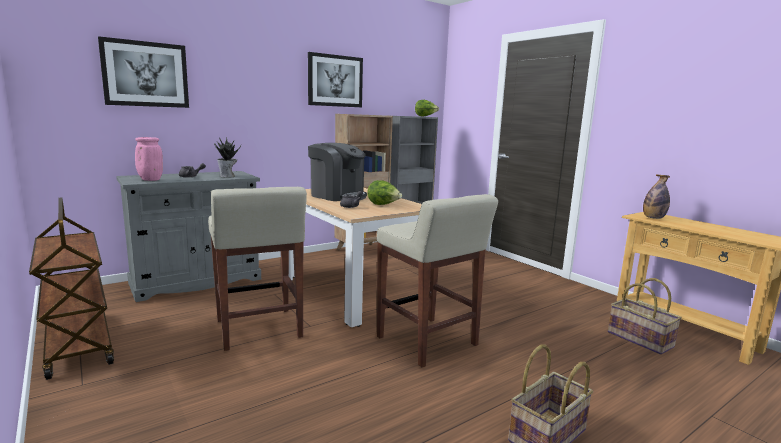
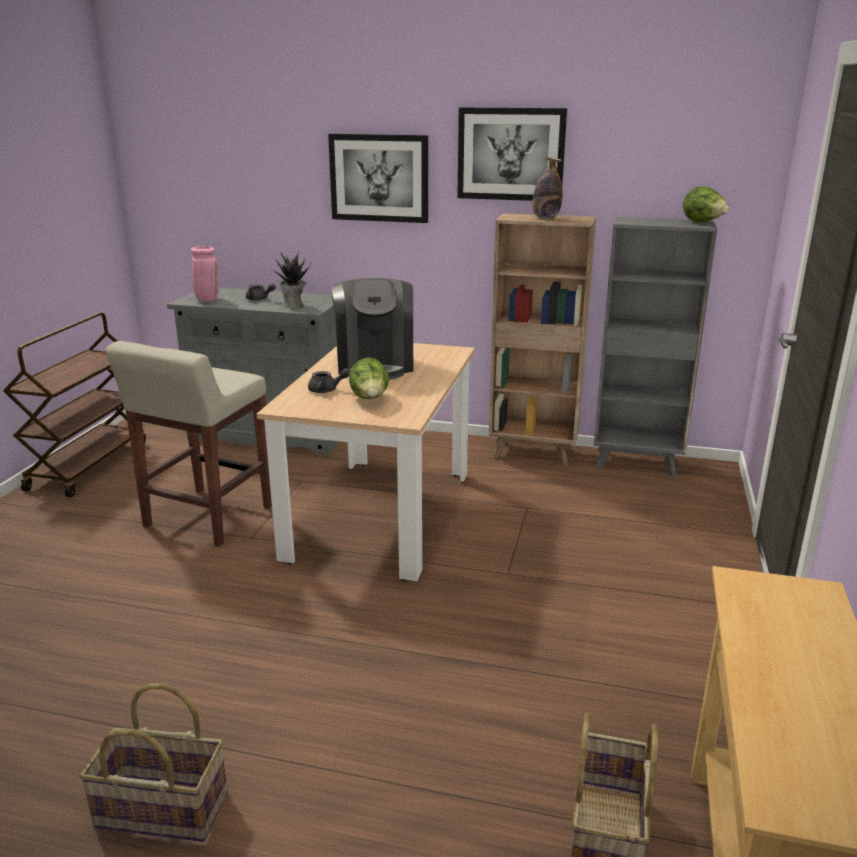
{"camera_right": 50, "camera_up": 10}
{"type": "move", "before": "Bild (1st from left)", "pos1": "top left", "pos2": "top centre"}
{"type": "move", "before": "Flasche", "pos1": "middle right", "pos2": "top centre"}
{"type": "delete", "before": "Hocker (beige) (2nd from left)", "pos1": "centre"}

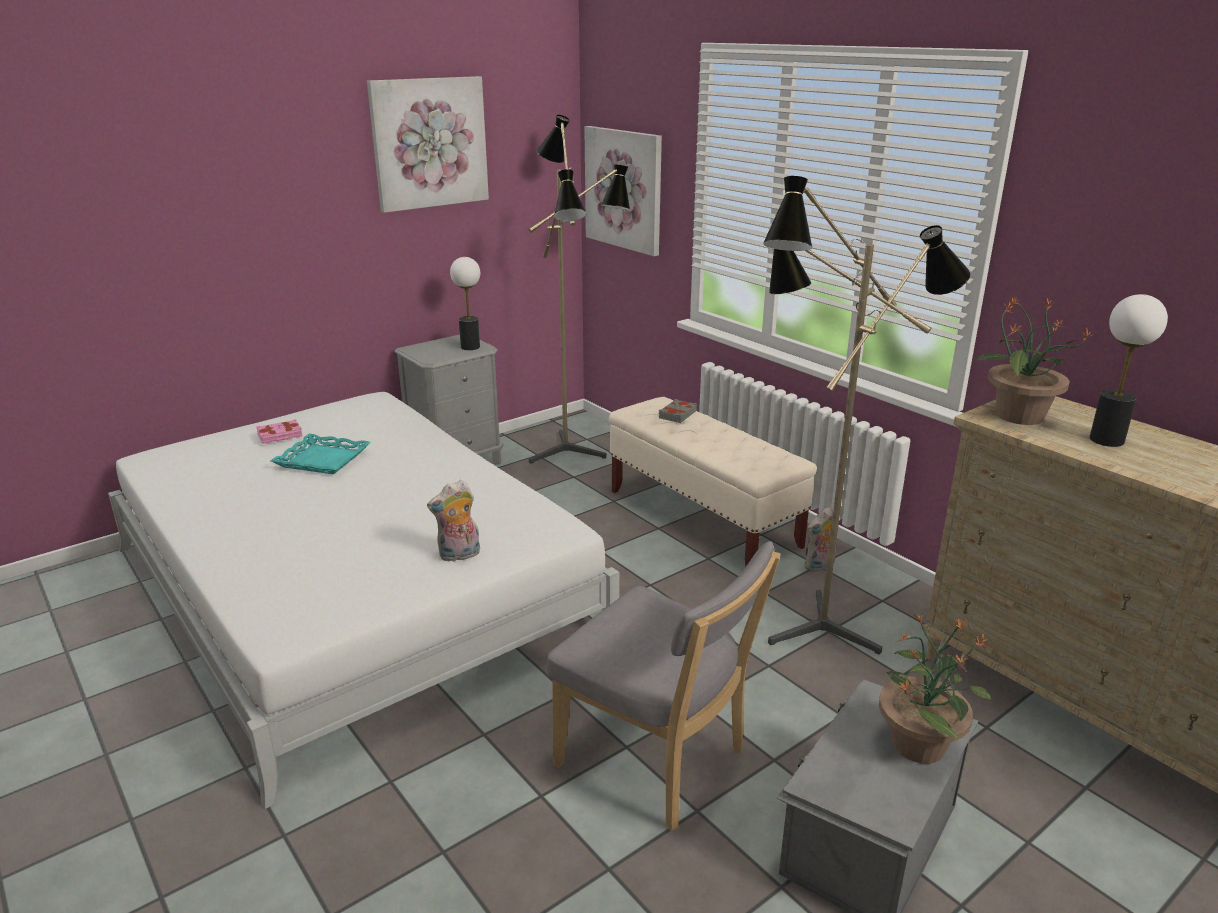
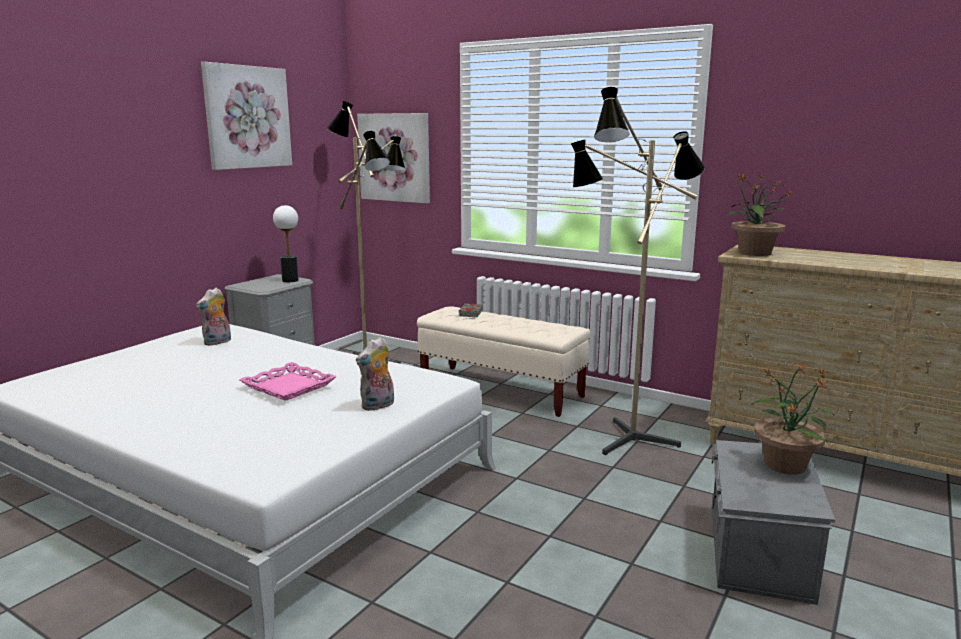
{"camera_right": -20, "camera_up": -10}
{"type": "delete", "before": "Tischlampe (2nd from left)", "pos1": "middle right"}
{"type": "delete", "before": "Buch (rosa)", "pos1": "middle left"}
{"type": "delete", "before": "Tablett (türkis)", "pos1": "middle left"}
{"type": "move", "before": "Plüschtier (2nd from left in the first image)", "after": "Plüschtier (1st from left)", "pos1": "middle right", "pos2": "middle left"}
{"type": "delete", "before": "Stuhl (grau)", "pos1": "bottom centre"}
{"type": "insert", "after": "Tablett (rosa)", "pos2": "middle left"}

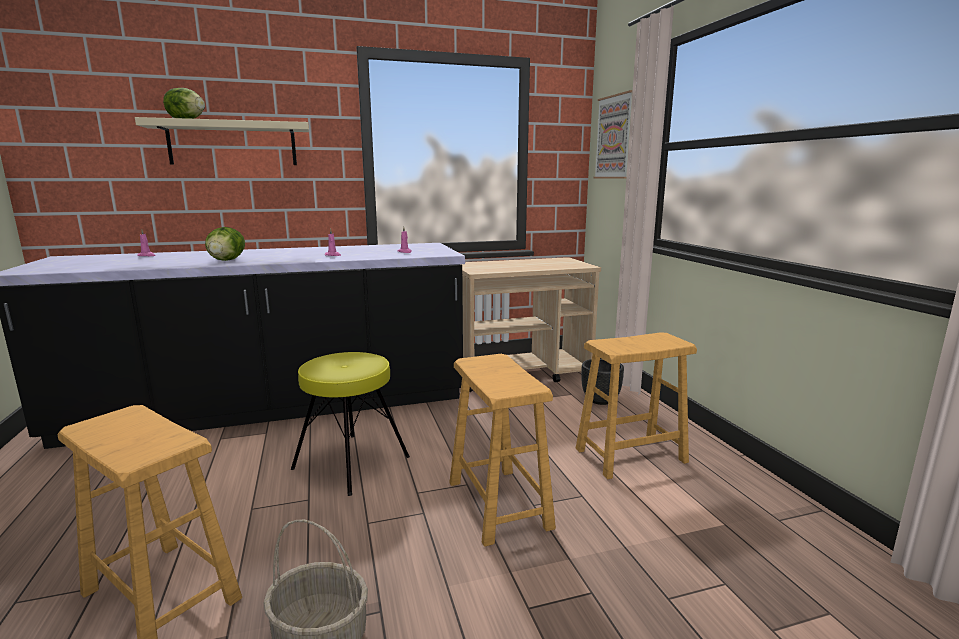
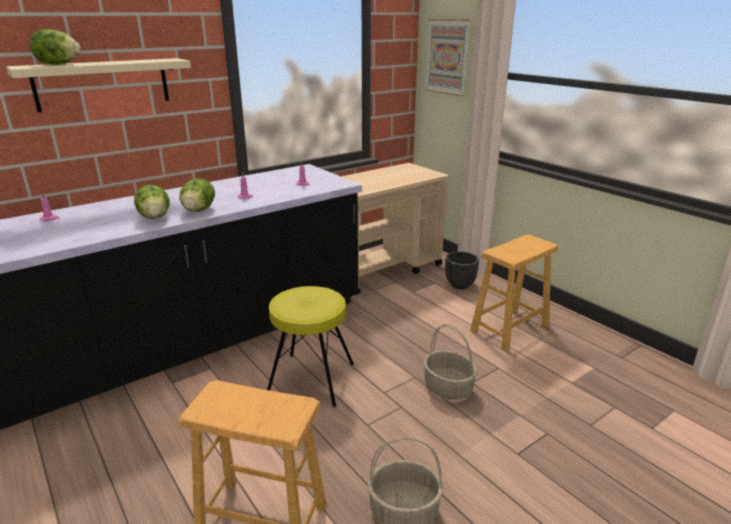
{"camera_right": -20, "camera_up": 10}
{"type": "replace", "before": "Hocker (braun) (2nd from left)", "after": "Korb (2nd from left)", "pos1": "bottom centre", "pos2": "bottom centre"}
{"type": "insert", "after": "Salatkopf (3rd from left)", "pos2": "middle left"}

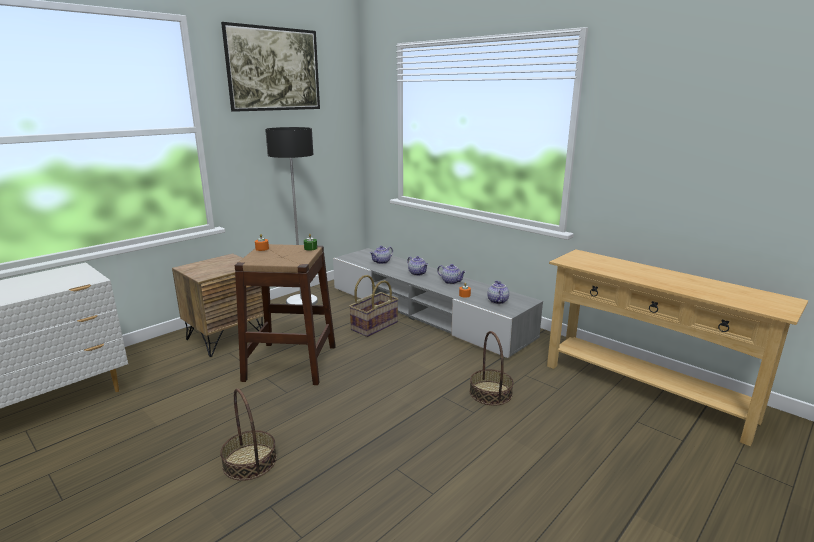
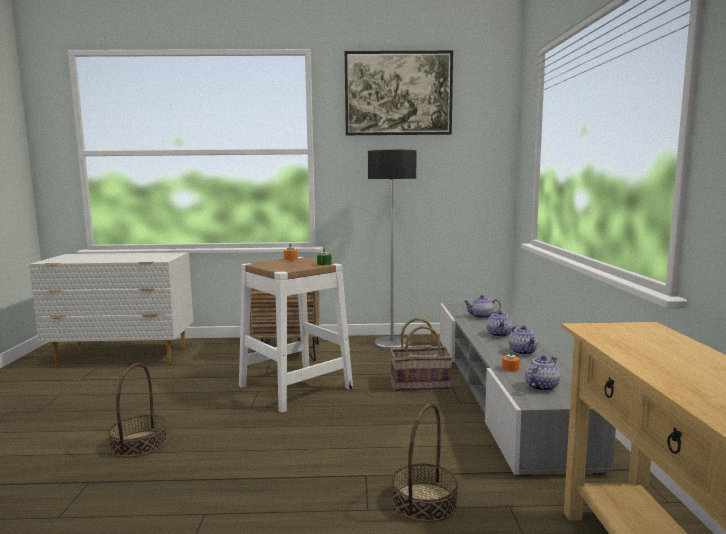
{"camera_right": 45, "camera_up": -10}
{"type": "recolor", "before": "Hocker (braun)", "after": "Hocker (weiß)", "pos1": "centre", "pos2": "centre"}

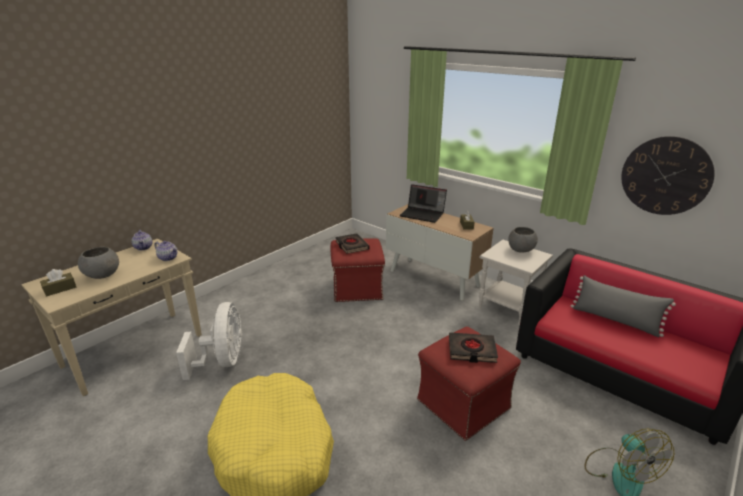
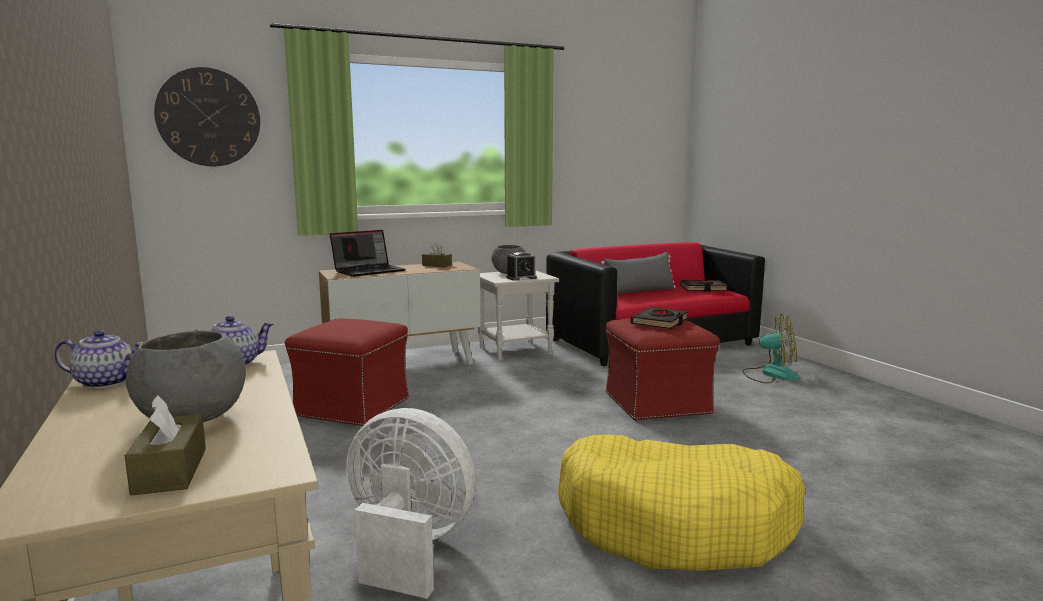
{"camera_right": -65, "camera_up": -15}
{"type": "move", "before": "Wanduhr", "pos1": "middle right", "pos2": "top left"}
{"type": "move", "before": "Buch (schwarz) (1st from left in the first image)", "after": "Buch (schwarz) (2nd from left)", "pos1": "centre", "pos2": "middle right"}
{"type": "insert", "after": "Wecker", "pos2": "centre"}

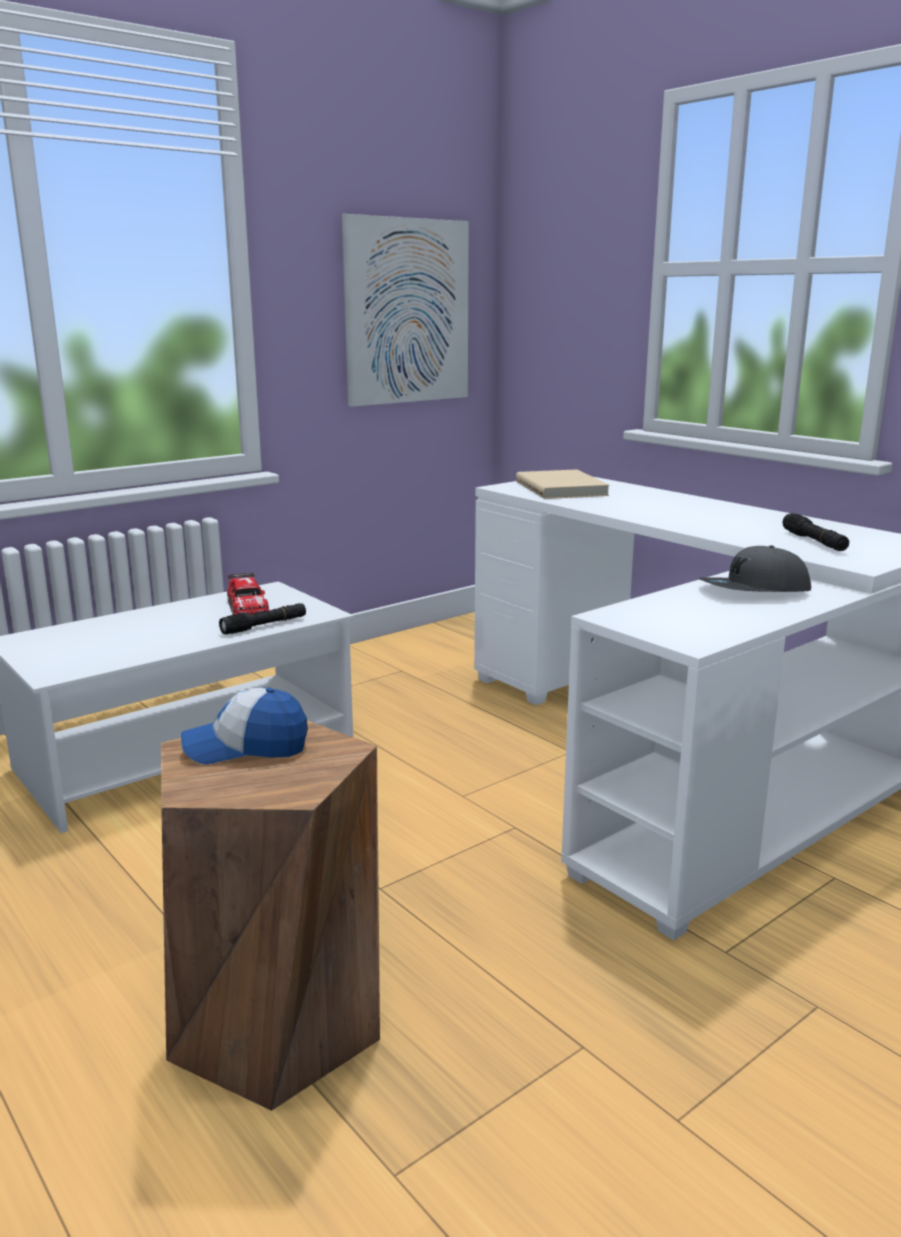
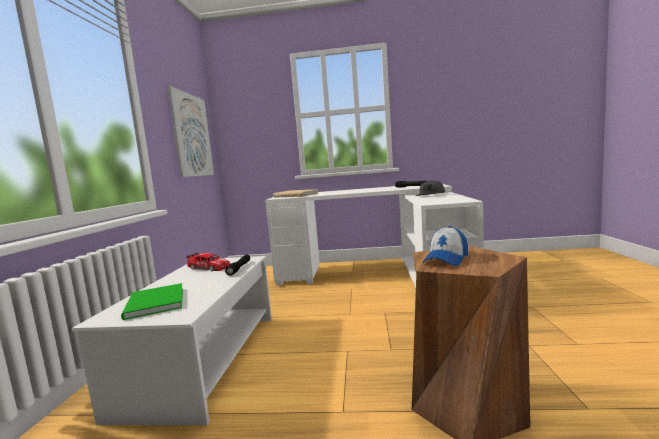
{"camera_right": -45, "camera_up": -10}
{"type": "insert", "after": "Buch (grün)", "pos2": "bottom left"}

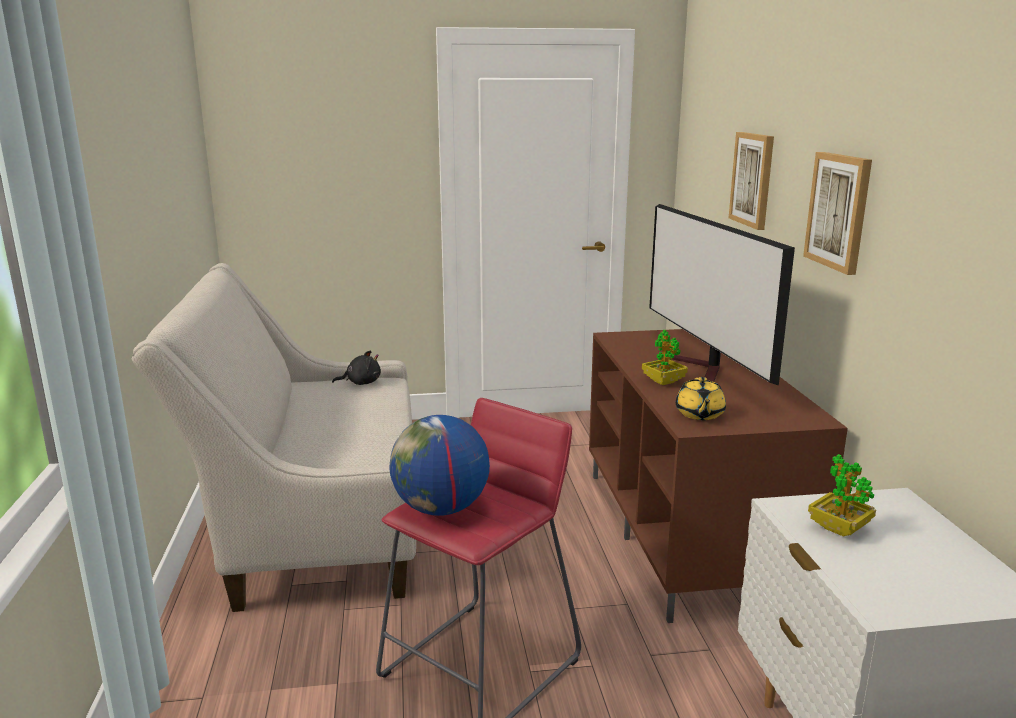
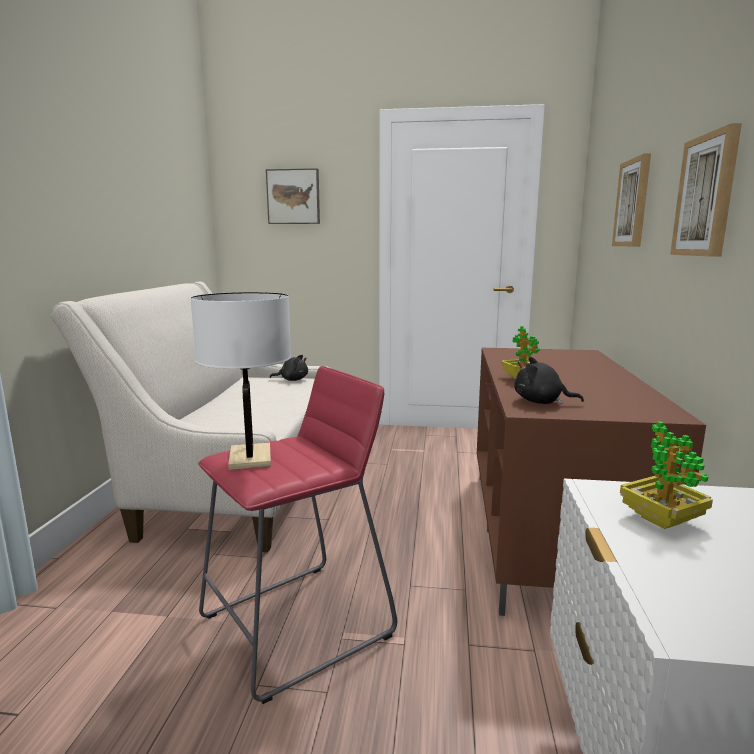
{"camera_right": 15, "camera_up": -5}
{"type": "delete", "before": "Fernseher", "pos1": "middle right"}
{"type": "replace", "before": "Teekanne (gelb)", "after": "Plüschtier (schwarz) (2nd from left)", "pos1": "middle right", "pos2": "middle right"}
{"type": "replace", "before": "Globus", "after": "Tischlampe (weiß)", "pos1": "centre", "pos2": "middle left"}
{"type": "insert", "after": "Bild (1st from left)", "pos2": "top centre"}

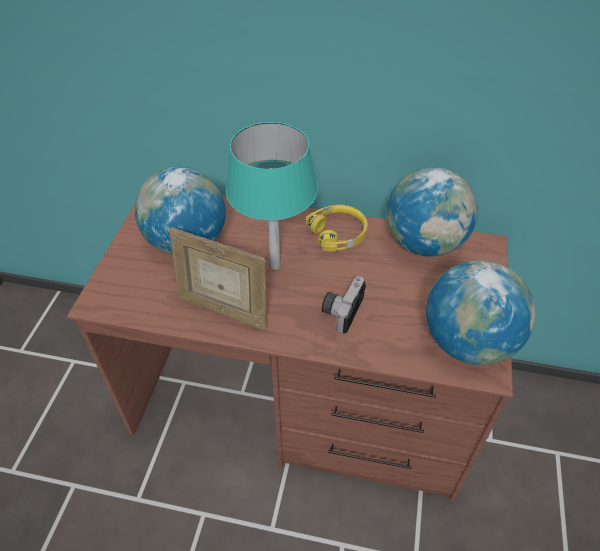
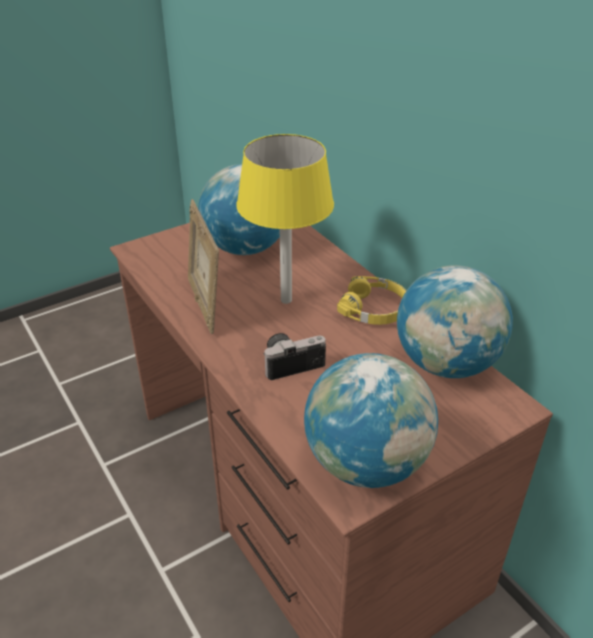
{"camera_right": 45, "camera_up": -10}
{"type": "recolor", "before": "Tischlampe (türkis)", "after": "Tischlampe (gelb)", "pos1": "centre", "pos2": "centre"}

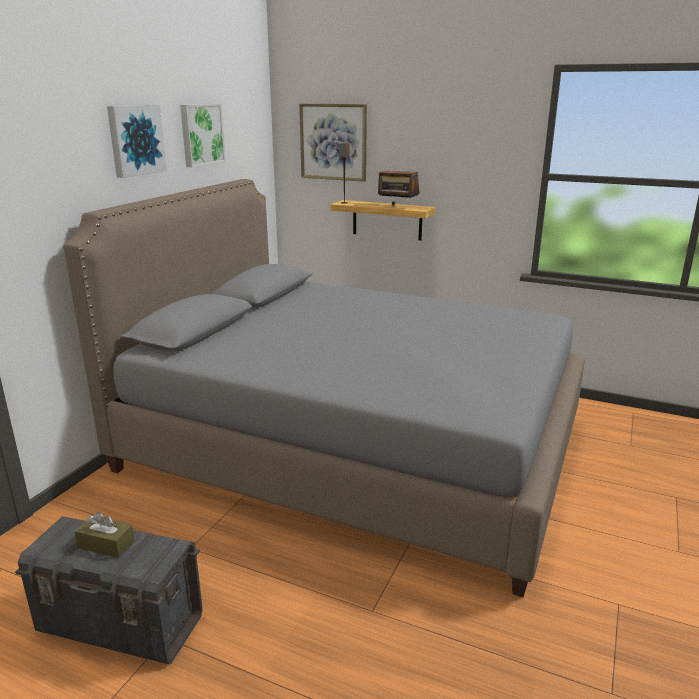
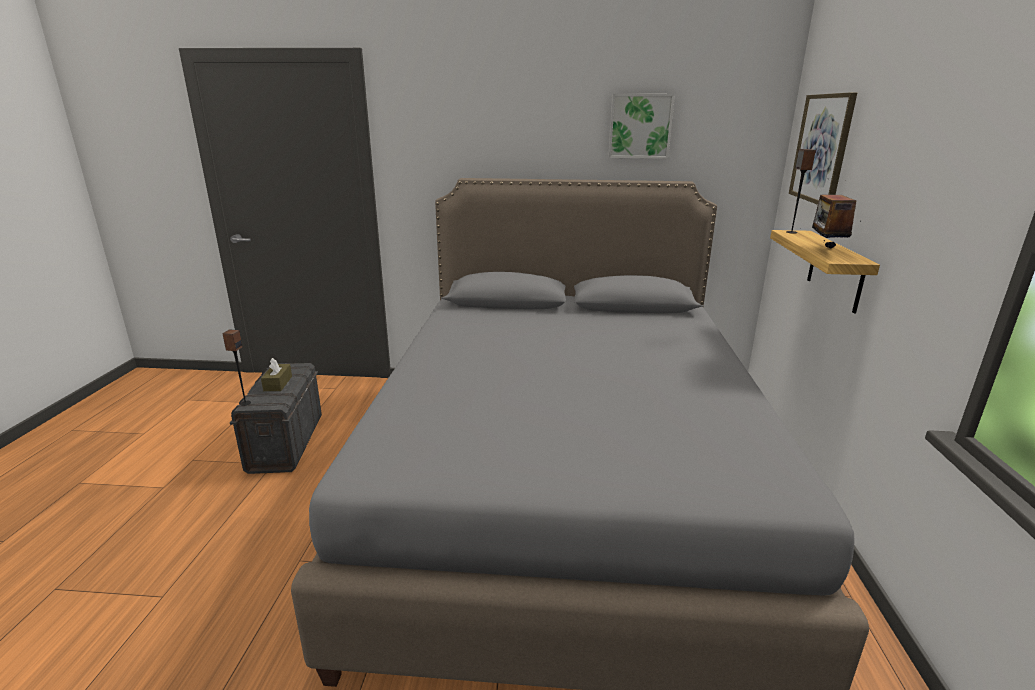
{"camera_right": 70, "camera_up": 0}
{"type": "delete", "before": "Bild (1st from left)", "pos1": "top left"}
{"type": "insert", "after": "Lautsprecher (1st from left)", "pos2": "middle left"}

